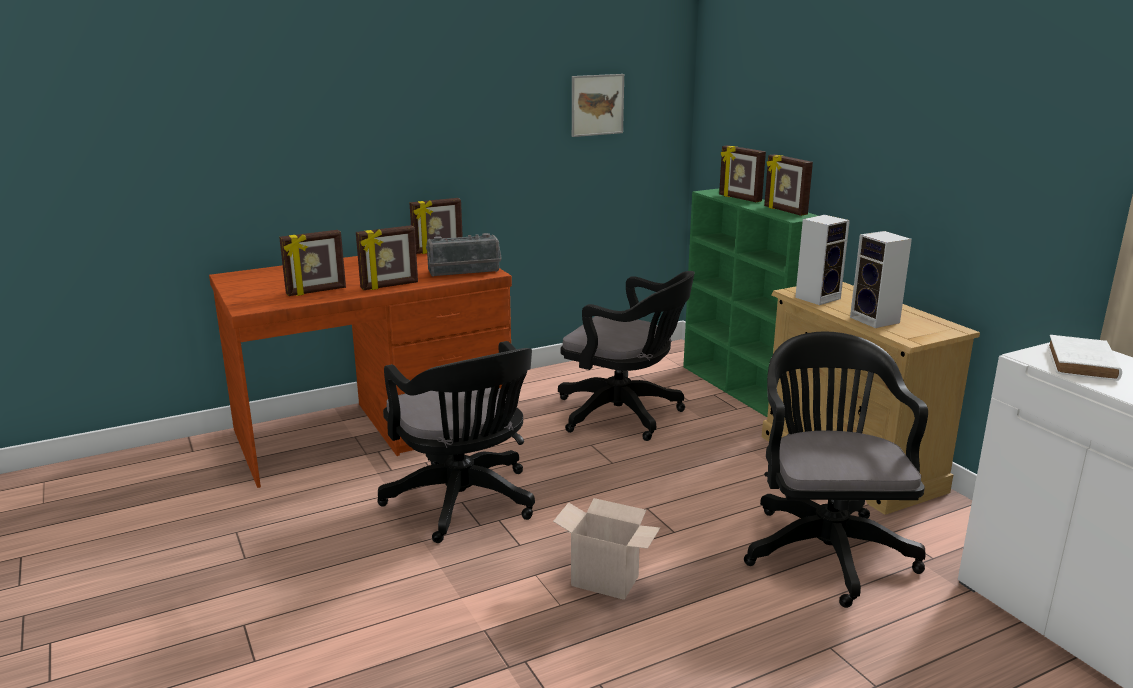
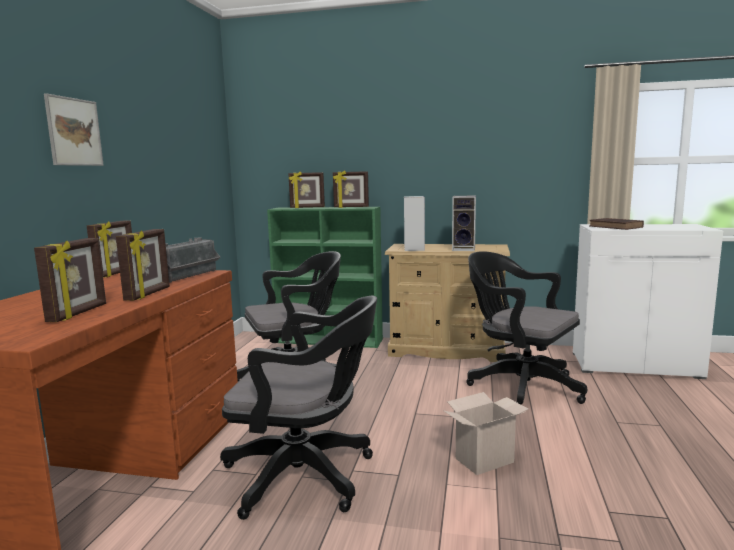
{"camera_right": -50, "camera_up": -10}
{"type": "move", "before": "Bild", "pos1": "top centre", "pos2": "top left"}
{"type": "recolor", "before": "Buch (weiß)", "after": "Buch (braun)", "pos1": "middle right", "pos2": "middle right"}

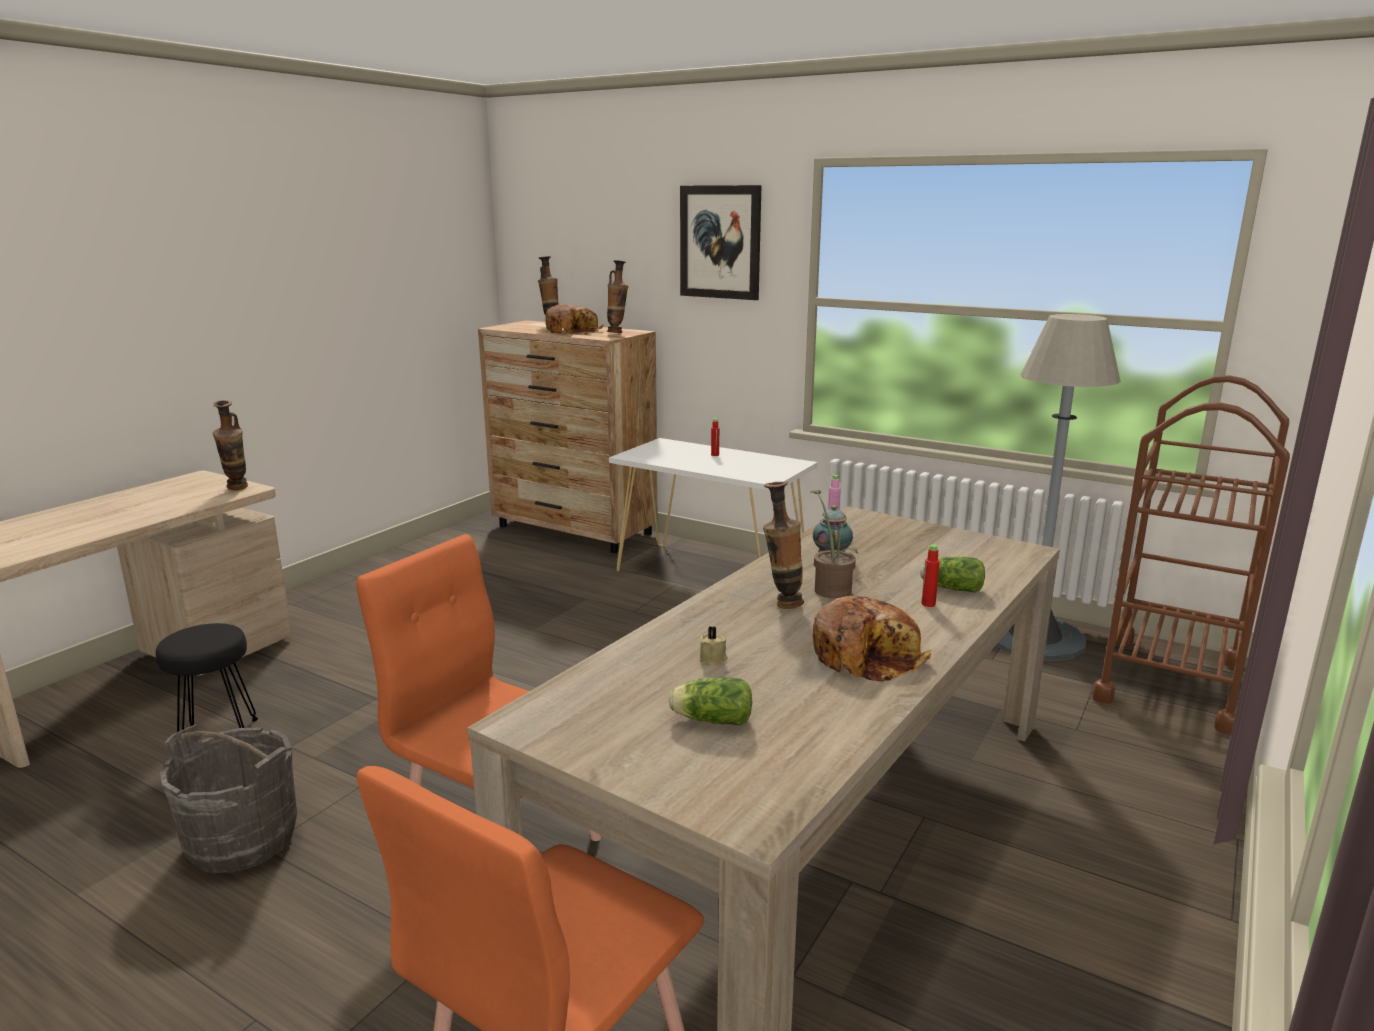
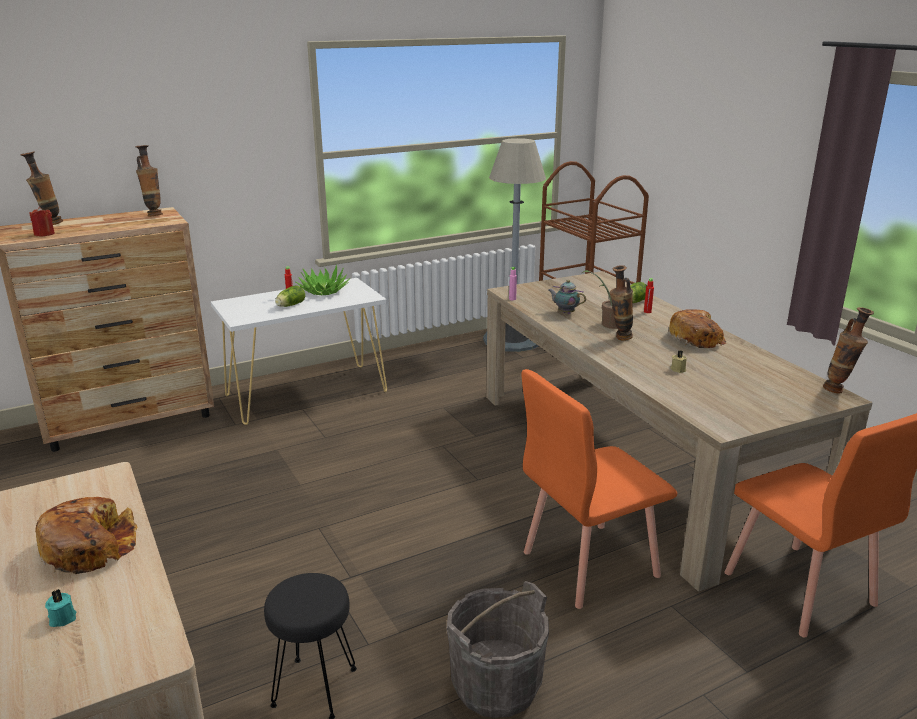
{"camera_right": -60, "camera_up": 5}
{"type": "delete", "before": "Bild", "pos1": "top centre"}
{"type": "move", "before": "Brot (1st from left)", "pos1": "top centre", "pos2": "bottom left"}
{"type": "move", "before": "Vase (1st from left in the first image)", "after": "Vase (4th from left)", "pos1": "middle left", "pos2": "middle right"}
{"type": "move", "before": "Salatkopf (1st from left)", "pos1": "bottom centre", "pos2": "middle left"}
{"type": "insert", "after": "Kerze (rot)", "pos2": "top left"}
{"type": "insert", "after": "Topfpflanze (1st from left)", "pos2": "centre"}
{"type": "insert", "after": "Kerze (türkis)", "pos2": "bottom left"}

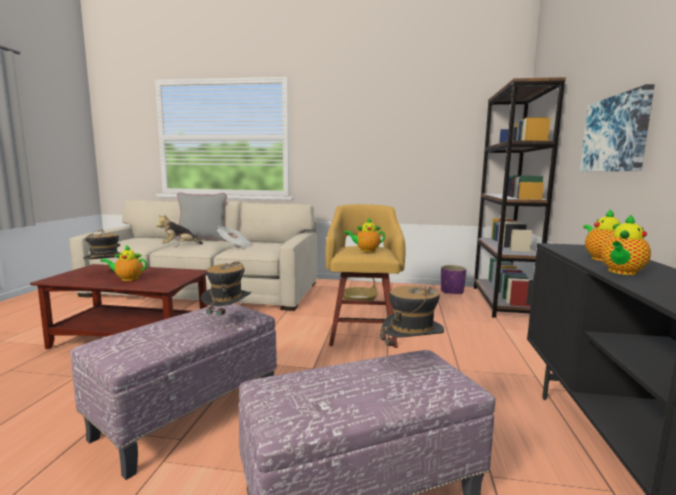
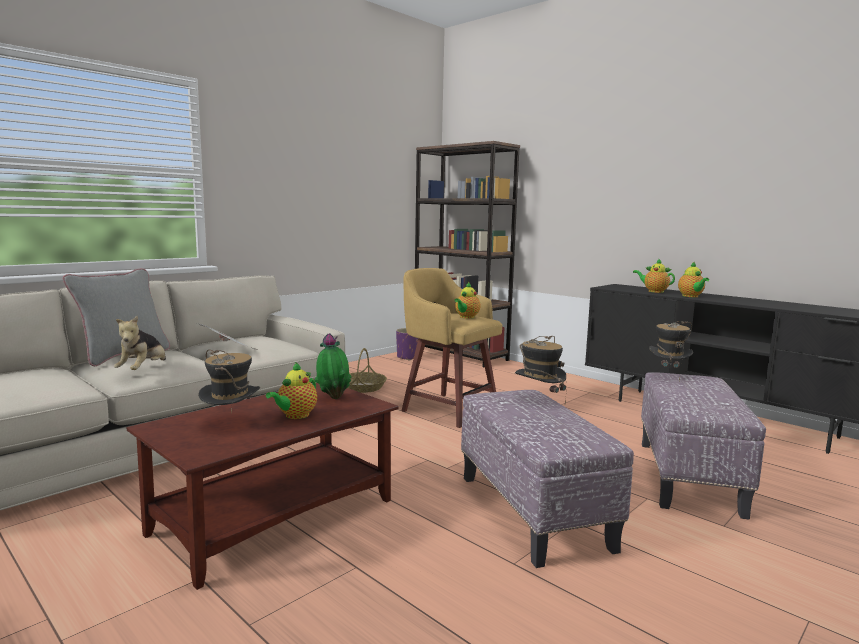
{"camera_right": -55, "camera_up": 0}
{"type": "delete", "before": "Bild", "pos1": "top right"}
{"type": "insert", "after": "Topfpflanze", "pos2": "centre"}

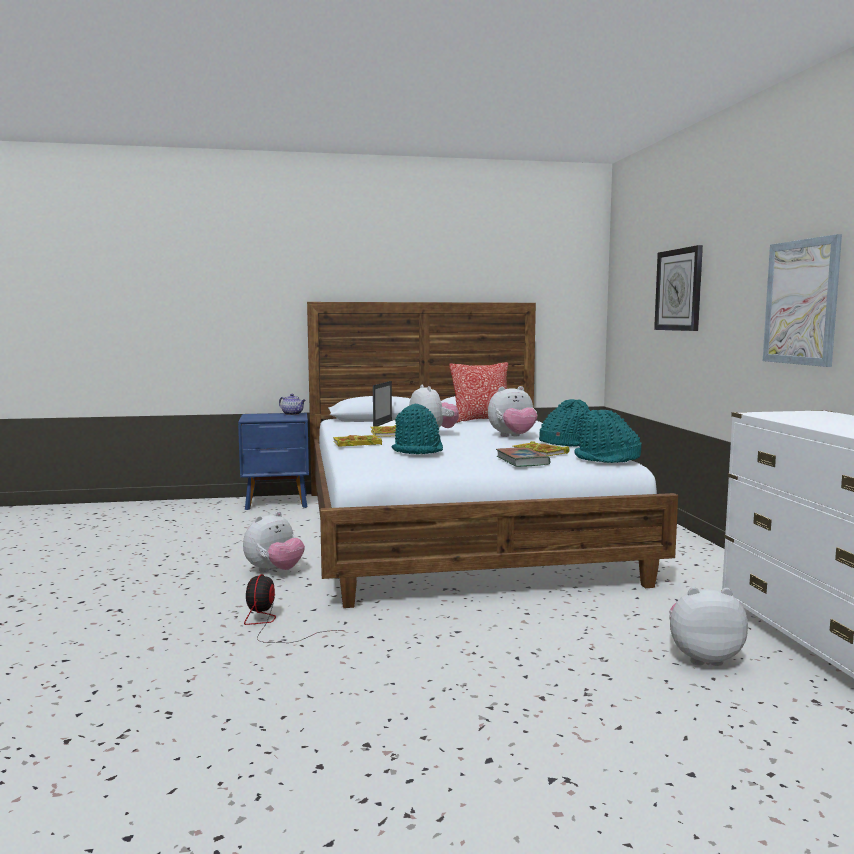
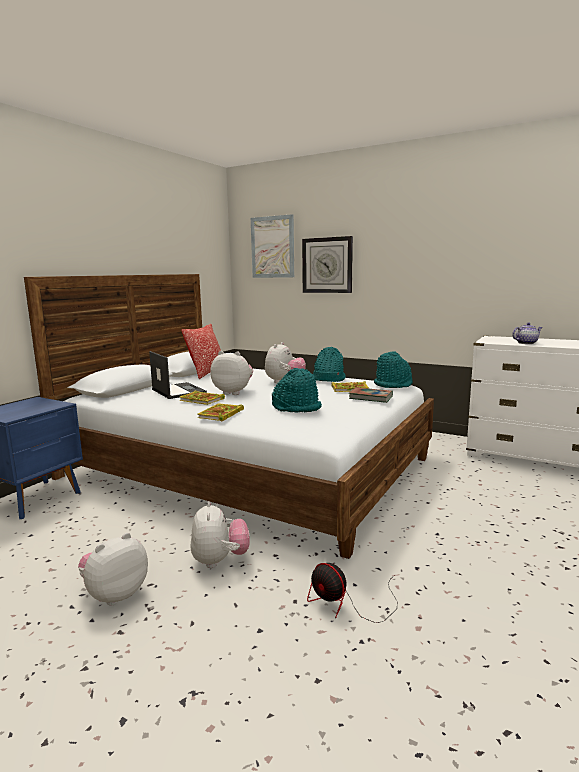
{"camera_right": -50, "camera_up": 5}
{"type": "move", "before": "Bild", "pos1": "middle right", "pos2": "top centre"}
{"type": "move", "before": "Teekanne", "pos1": "centre", "pos2": "middle right"}
{"type": "move", "before": "Plüschtier (4th from left in the first image)", "after": "Plüschtier (1st from left)", "pos1": "bottom right", "pos2": "bottom left"}

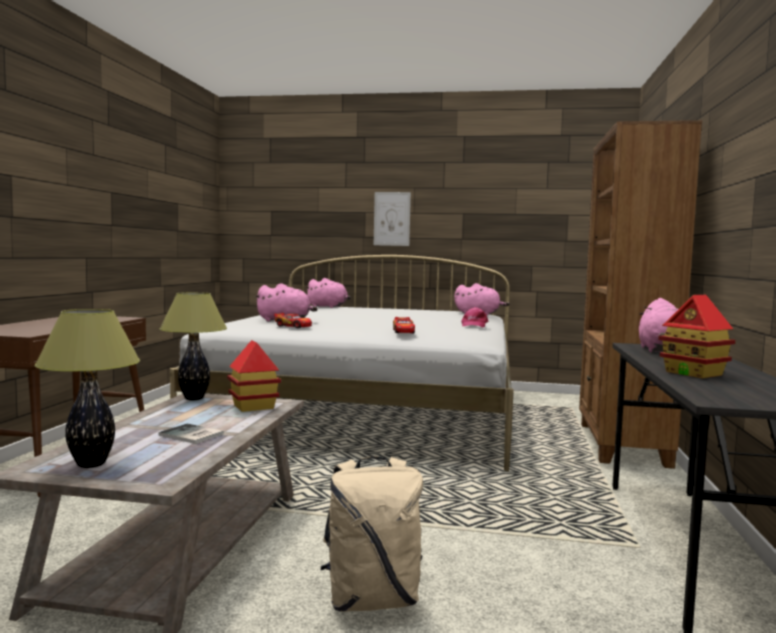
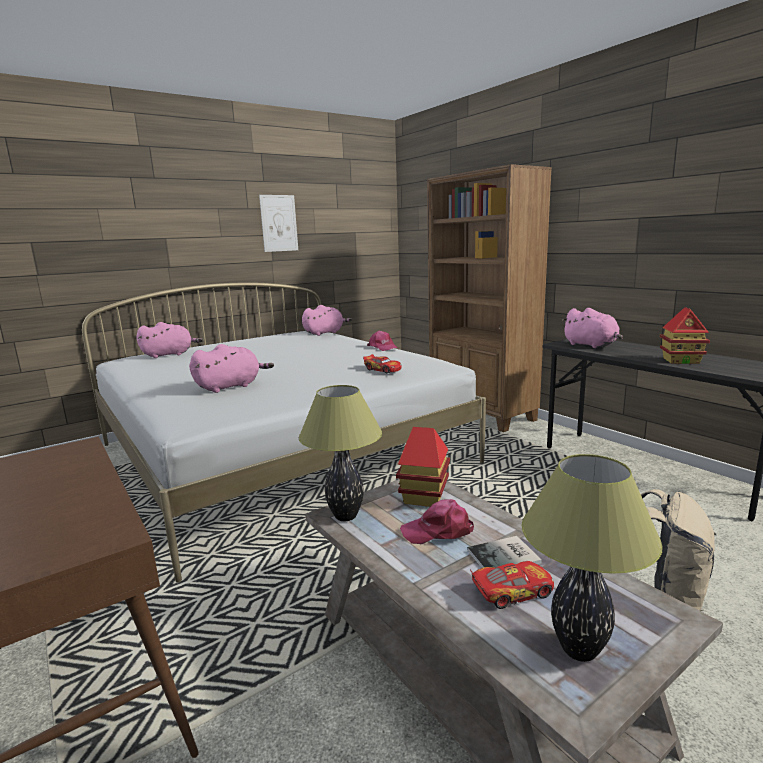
{"camera_right": -45, "camera_up": 10}
{"type": "move", "before": "Bild", "pos1": "centre", "pos2": "top centre"}
{"type": "move", "before": "Spielzeugauto (1st from left in the first image)", "after": "Spielzeugauto (2nd from left)", "pos1": "centre", "pos2": "bottom right"}
{"type": "insert", "after": "Kappe (rosa) (2nd from left)", "pos2": "bottom centre"}

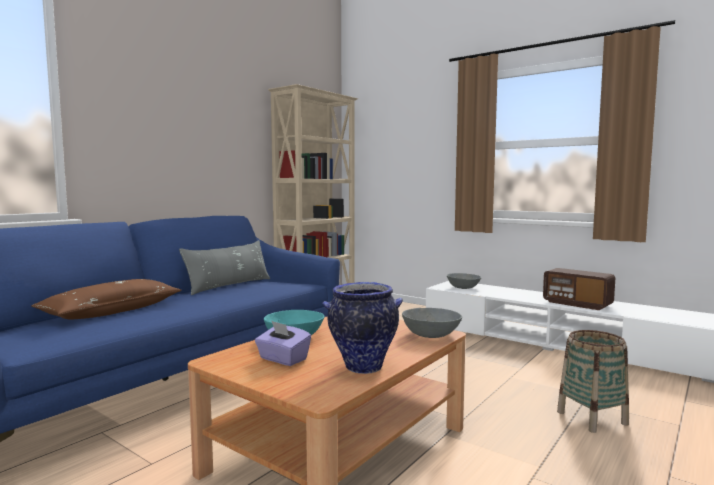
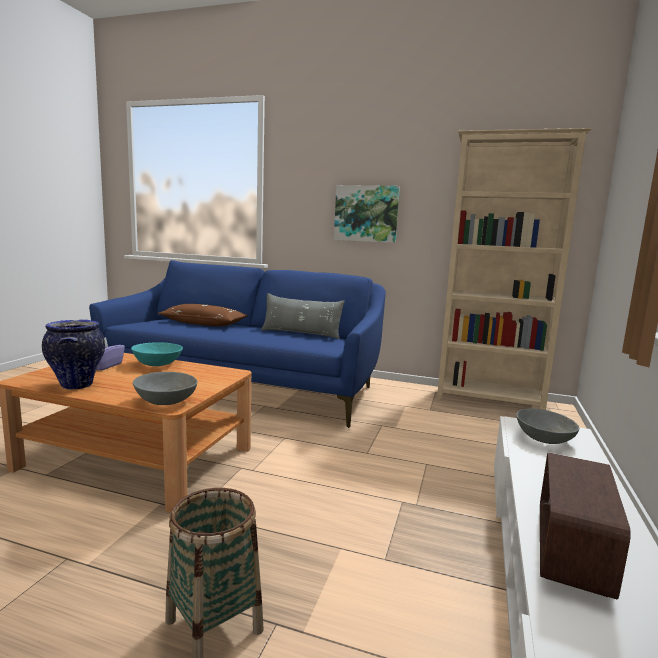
{"camera_right": 70, "camera_up": 5}
{"type": "insert", "after": "Bild", "pos2": "top centre"}

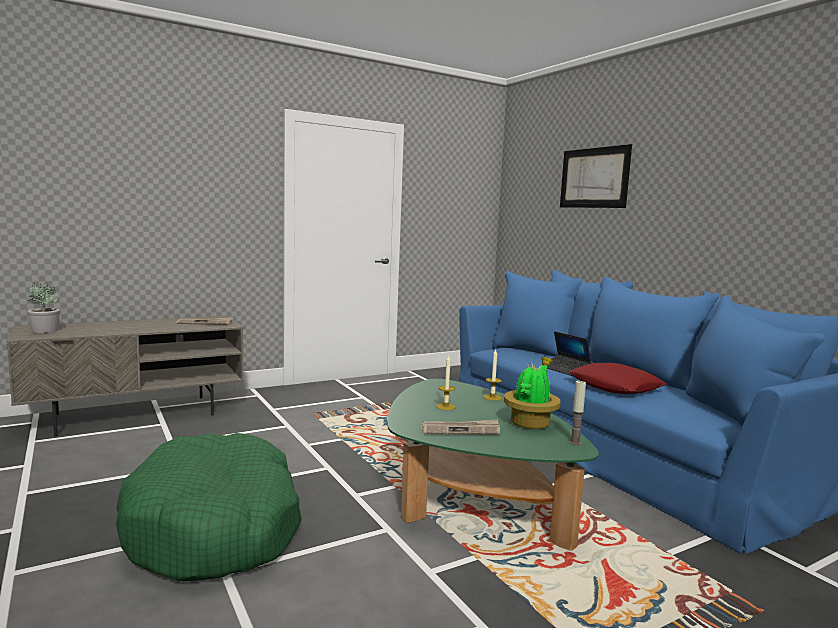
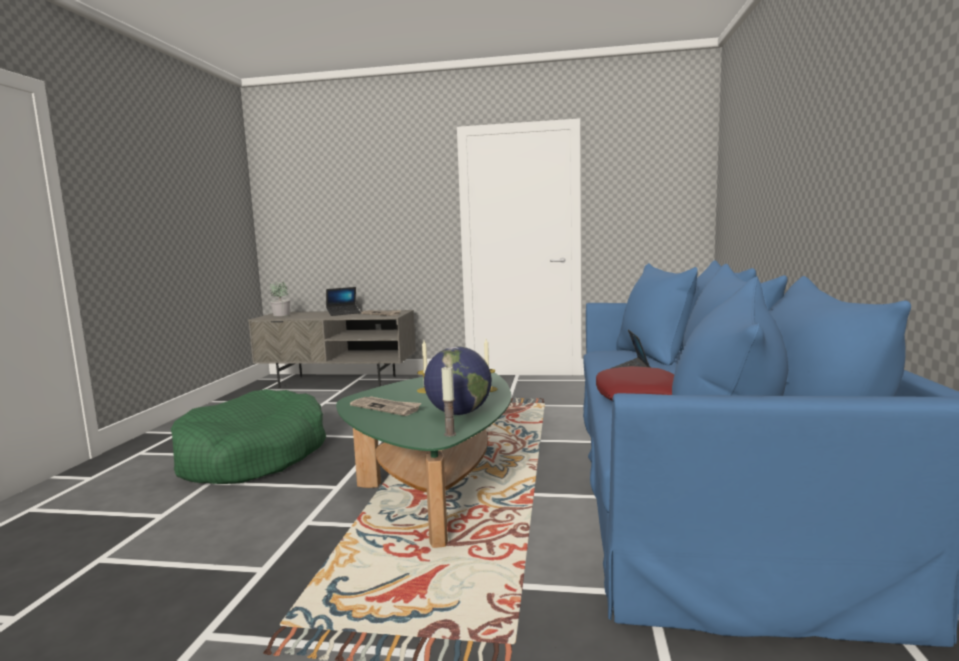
{"camera_right": 40, "camera_up": 0}
{"type": "delete", "before": "Bild", "pos1": "top right"}
{"type": "replace", "before": "Topfpflanze (2nd from left)", "after": "Globus", "pos1": "centre", "pos2": "centre"}
{"type": "insert", "after": "Laptop (1st from left)", "pos2": "centre"}

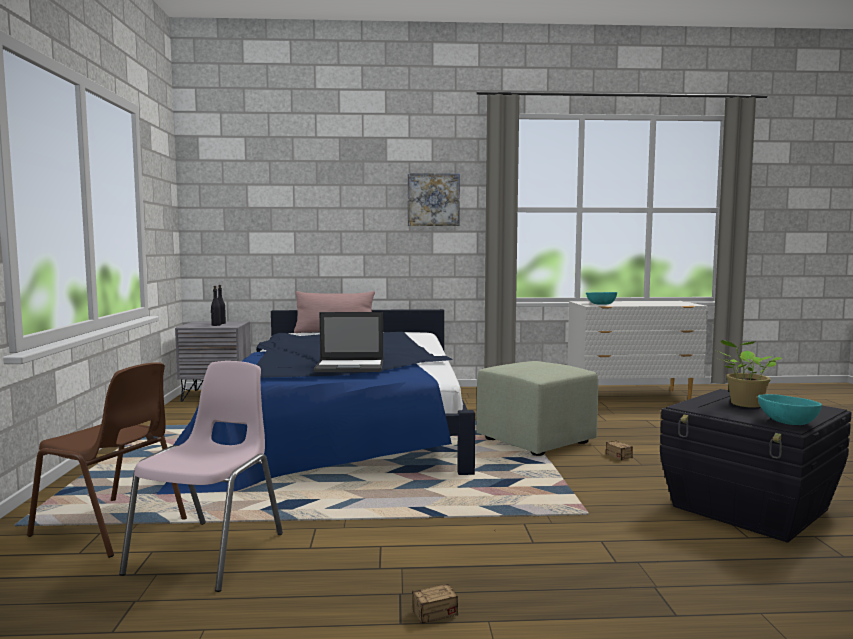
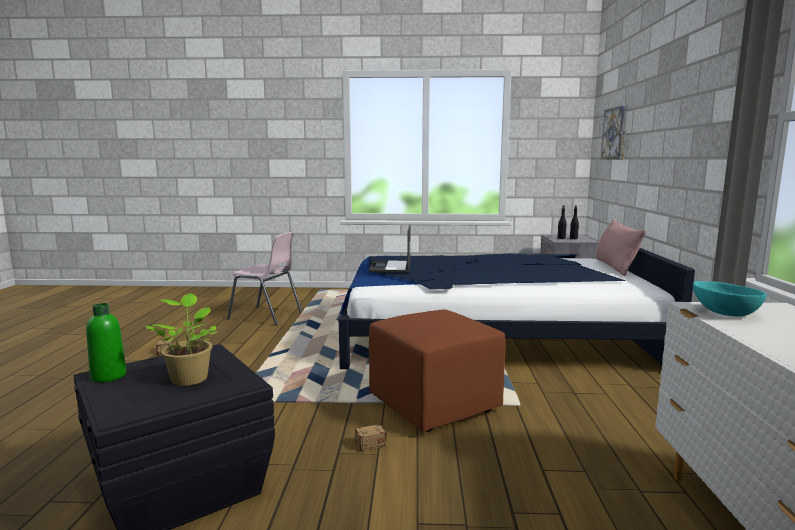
{"camera_right": 95, "camera_up": 5}
{"type": "move", "before": "Bild", "pos1": "top centre", "pos2": "top right"}
{"type": "recolor", "before": "Polsterhocker (grün)", "after": "Polsterhocker (braun)", "pos1": "centre", "pos2": "bottom centre"}
{"type": "delete", "before": "Stuhl (braun)", "pos1": "bottom left"}
{"type": "replace", "before": "Schüssel (türkis) (2nd from left)", "after": "Flasche (grün)", "pos1": "middle right", "pos2": "middle left"}

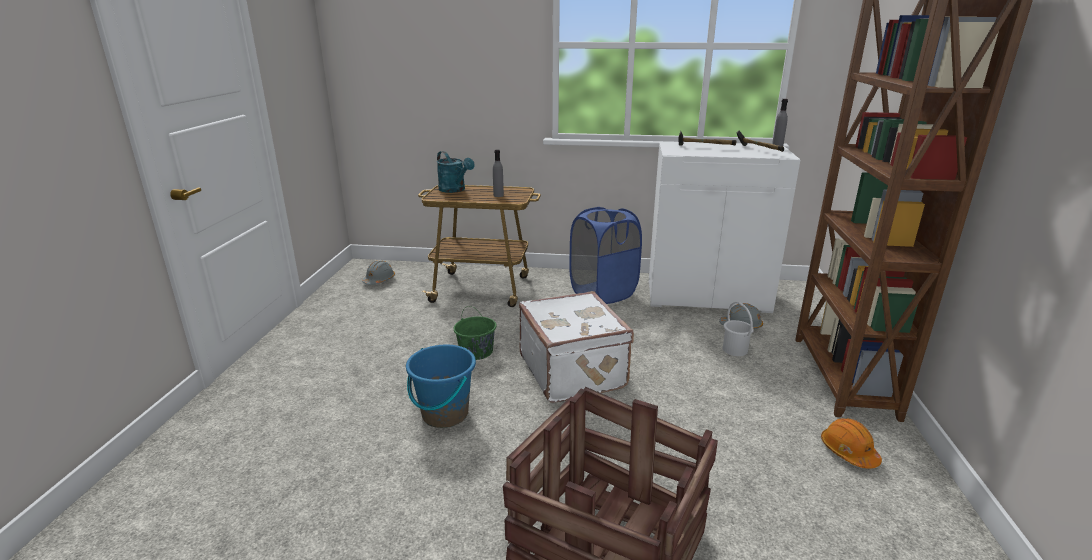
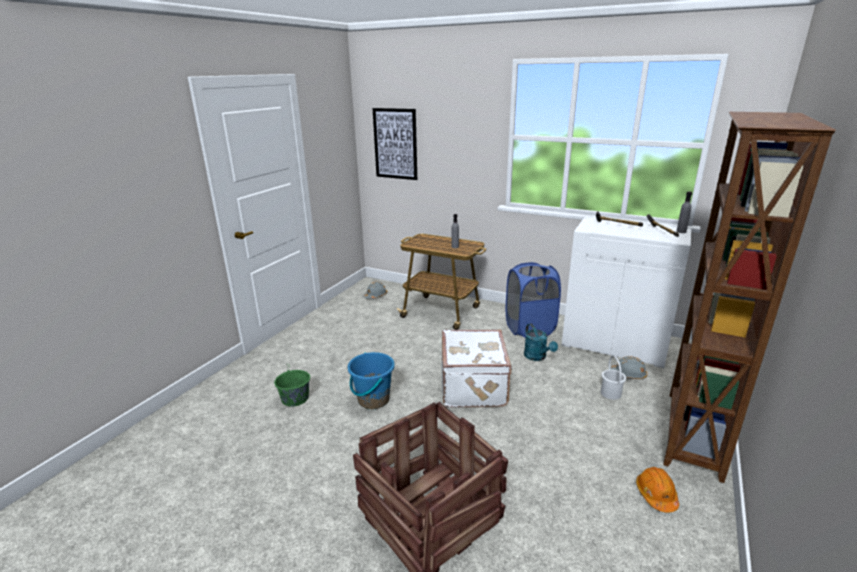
{"camera_right": 20, "camera_up": 0}
{"type": "move", "before": "Gießkanne (türkis)", "pos1": "top centre", "pos2": "centre"}
{"type": "move", "before": "Eimer (grün)", "pos1": "centre", "pos2": "bottom centre"}
{"type": "insert", "after": "Bild", "pos2": "top centre"}

